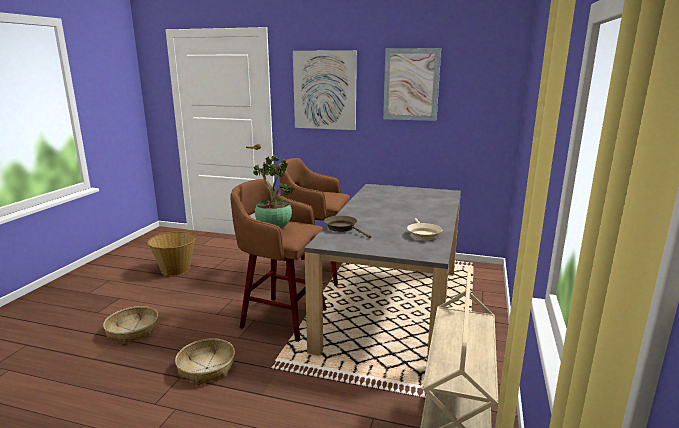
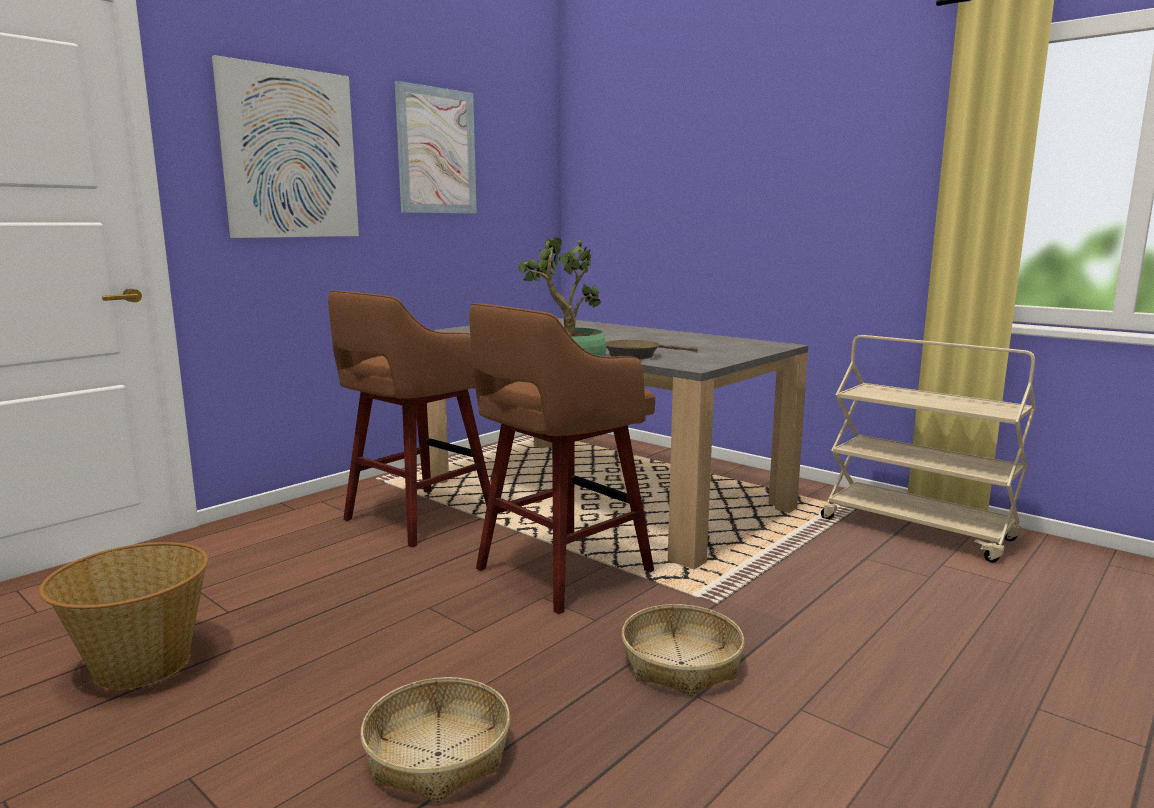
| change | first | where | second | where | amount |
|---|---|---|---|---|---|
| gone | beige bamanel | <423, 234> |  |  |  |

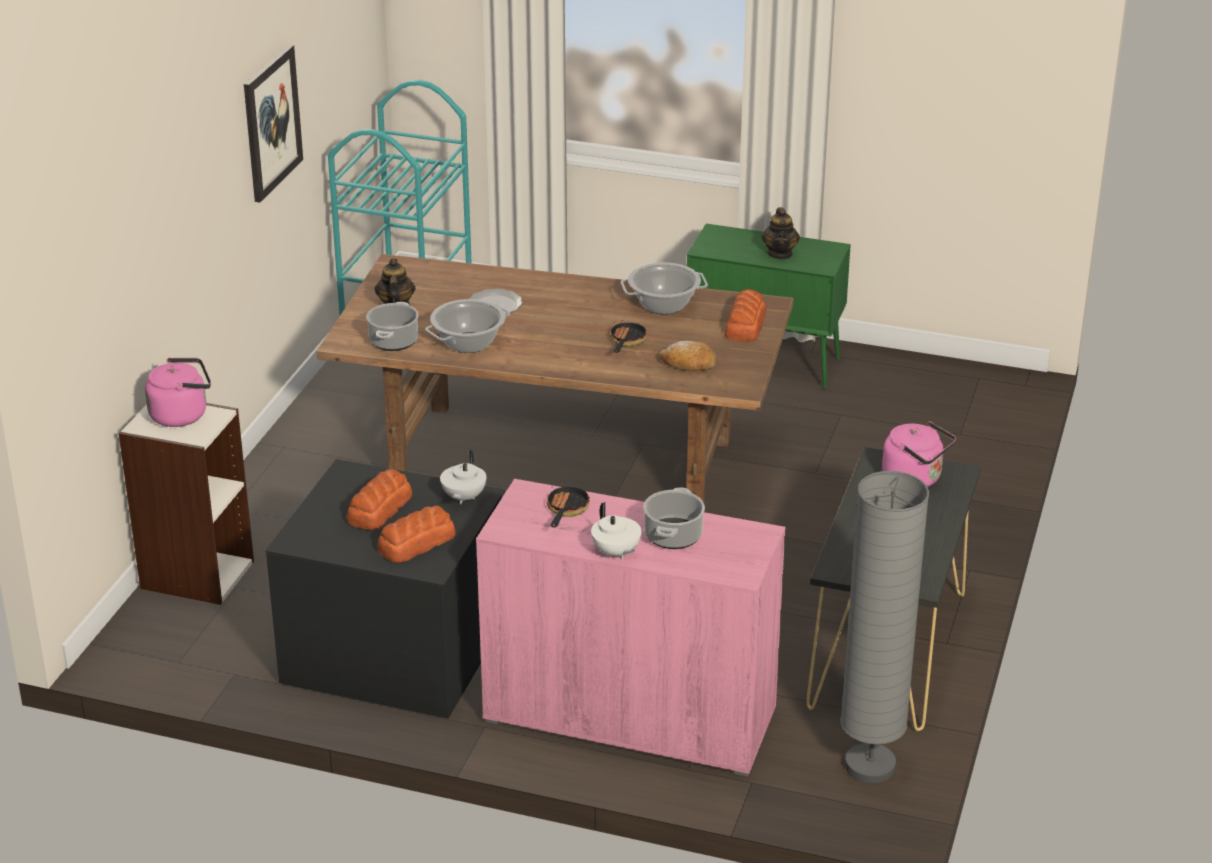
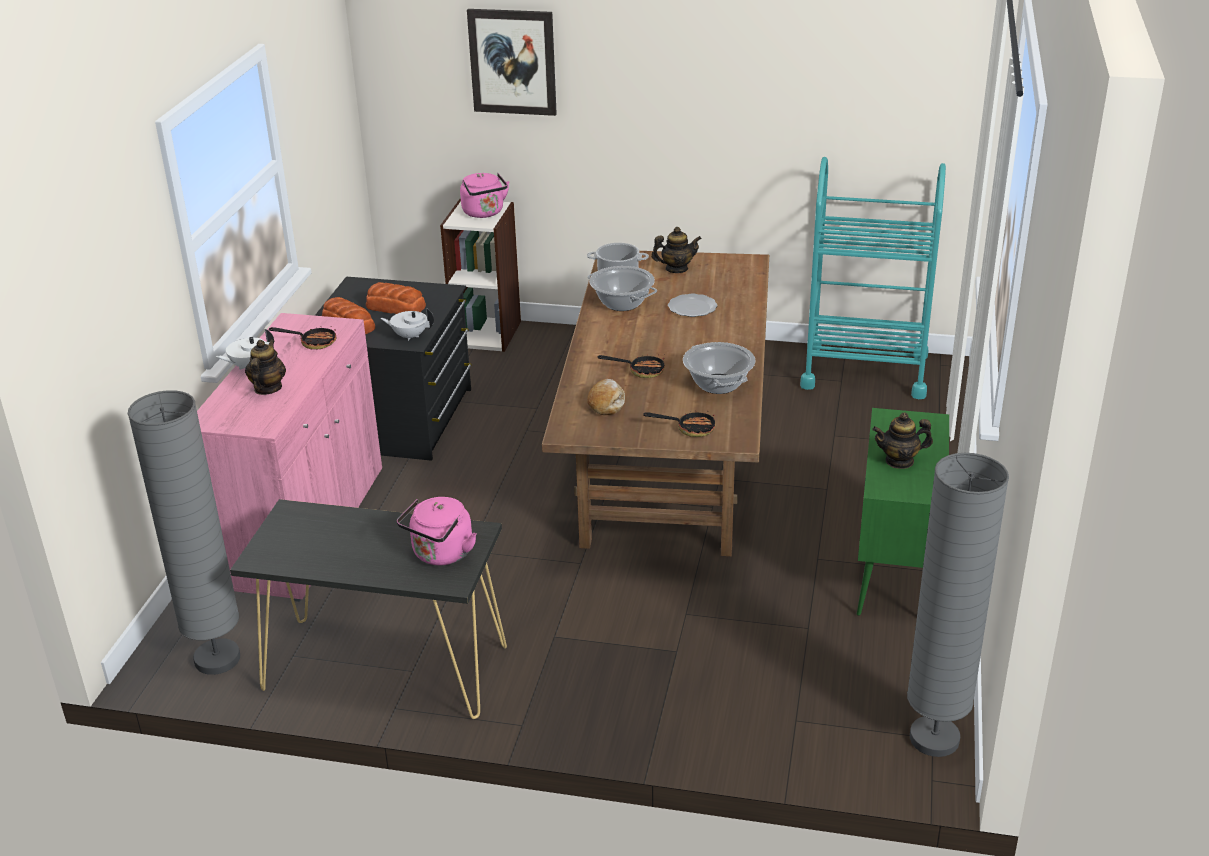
| change | first | where | second | where | amount |
|---|---|---|---|---|---|
| shifted | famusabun | <271, 122> |  | <512, 62> |  |
| swapped | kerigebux | <745, 325> | bamanel | <690, 428> |  |
| swapped | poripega | <673, 536> | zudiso | <267, 388> |  |
| new |  |  | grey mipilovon | <934, 739> |  |

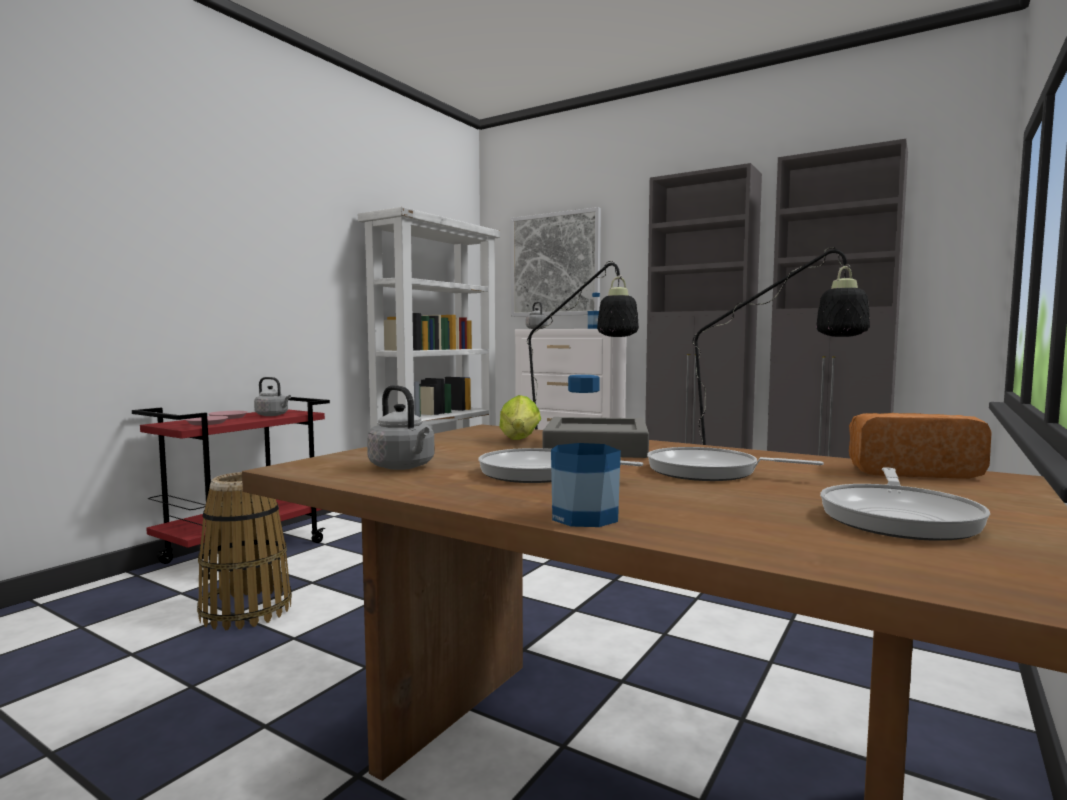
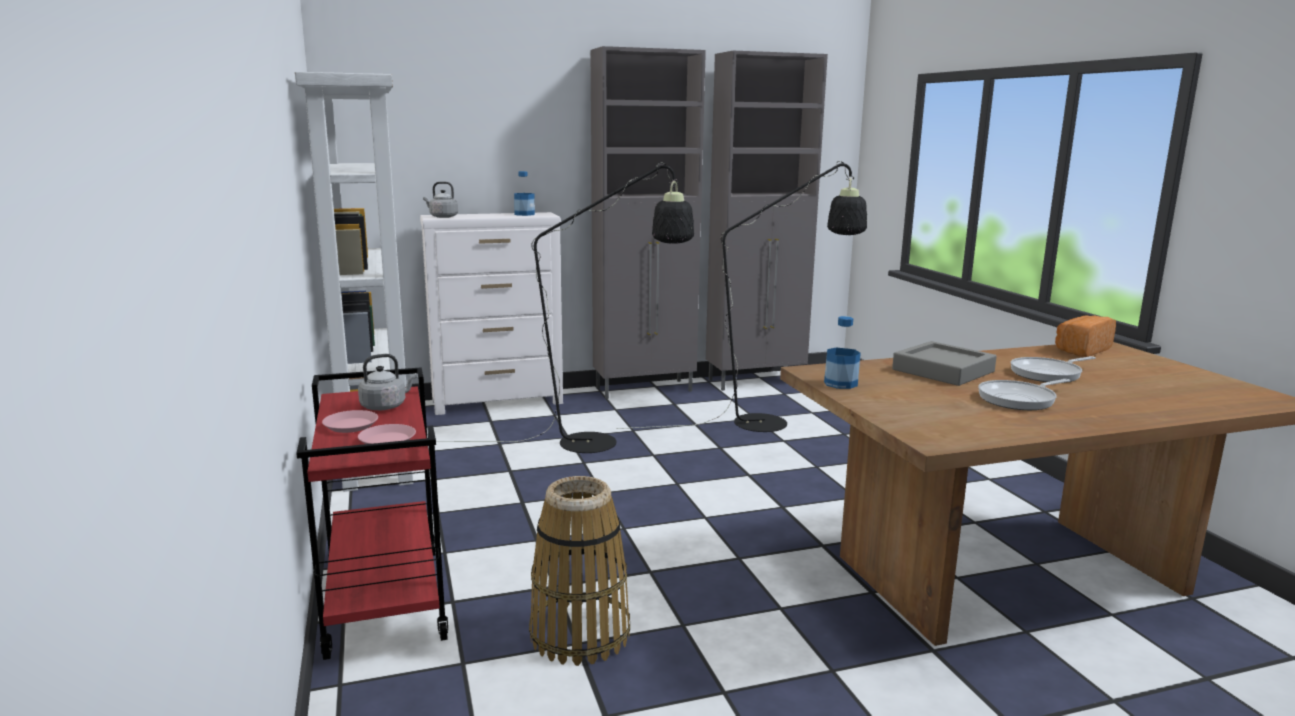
| change | first | where | second | where | amount |
|---|---|---|---|---|---|
| gone | famusabun | <555, 265> |  |  |  |
| shifted | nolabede | <585, 517> |  | <840, 383> |  |
| gone | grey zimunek | <403, 467> |  |  |  |
| gone | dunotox | <519, 441> |  |  |  |
| gone | bamanel | <899, 518> |  |  |  |

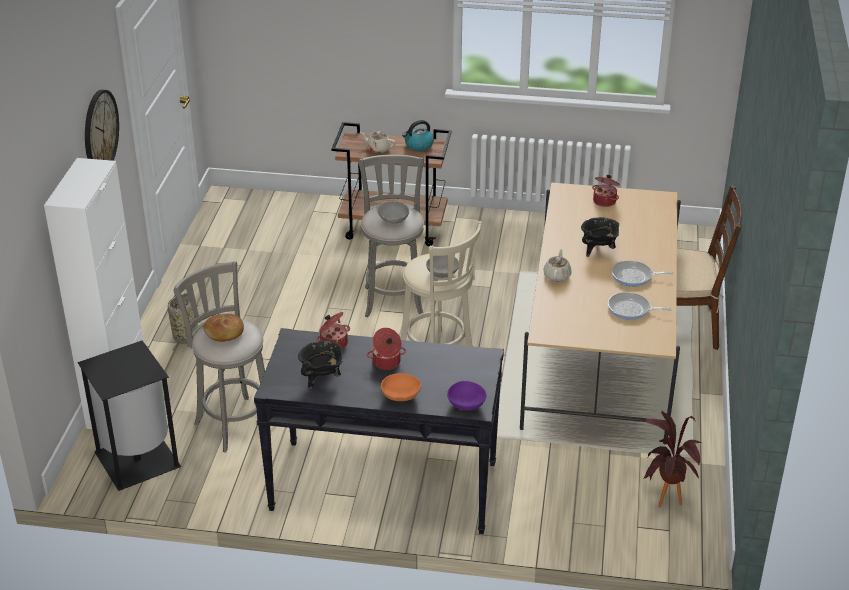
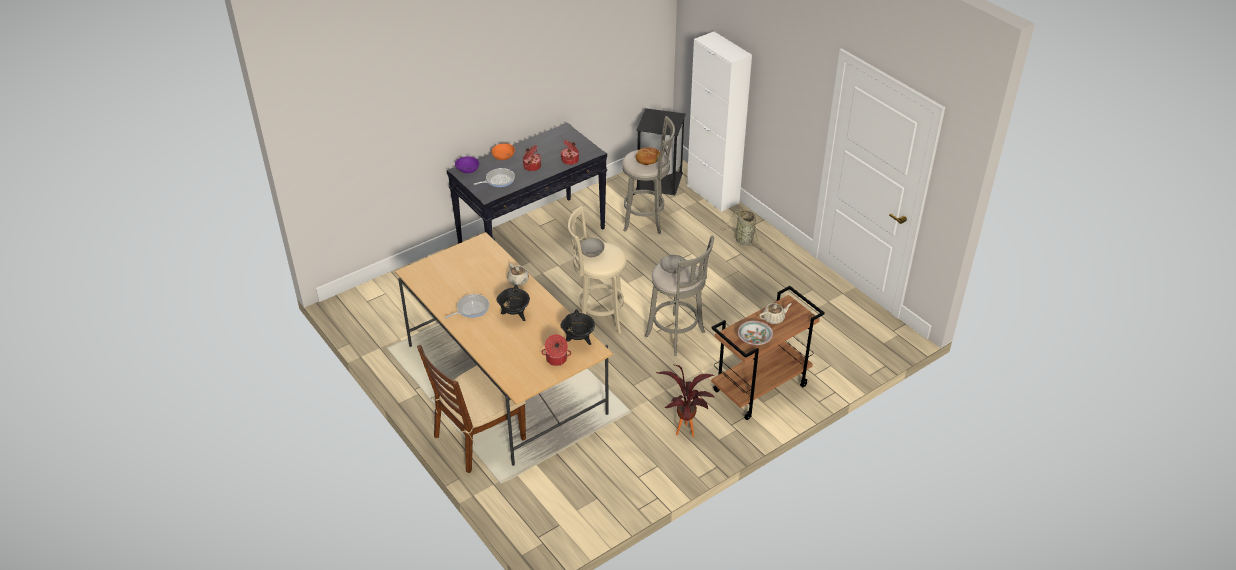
| change | first | where | second | where | amount |
|---|---|---|---|---|---|
| gone | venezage | <100, 131> |  |  |  |
| swapped | zimunek | <418, 145> | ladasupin | <754, 339> |  |
| shifted | bamanel | <631, 309> |  | <498, 180> |  |
| shifted | black poripega | <322, 379> |  | <578, 340> |  |
| shifted | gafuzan | <664, 505> |  | <684, 427> |  |

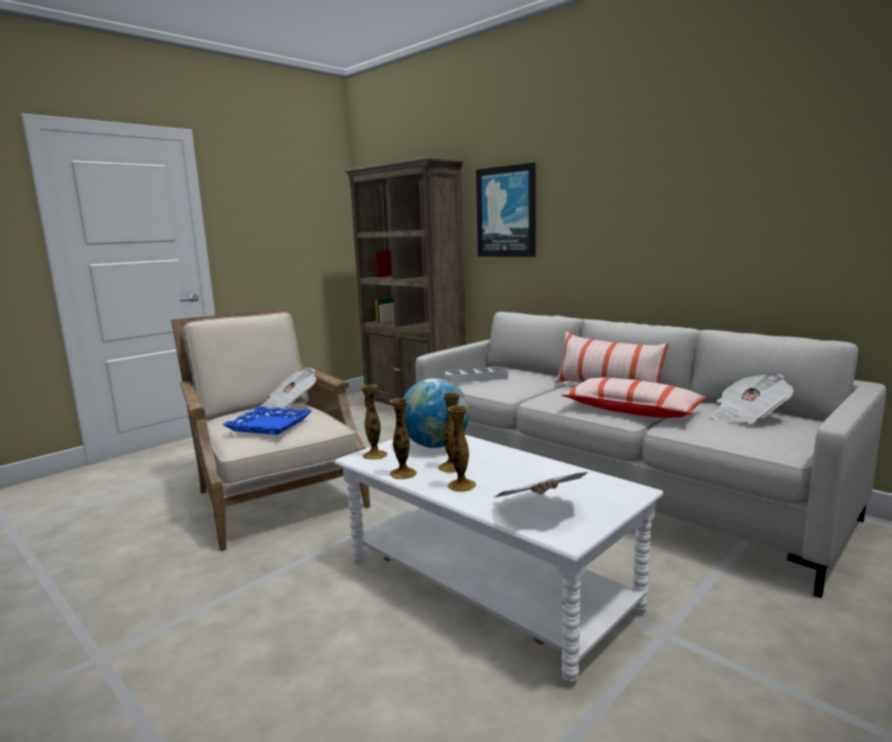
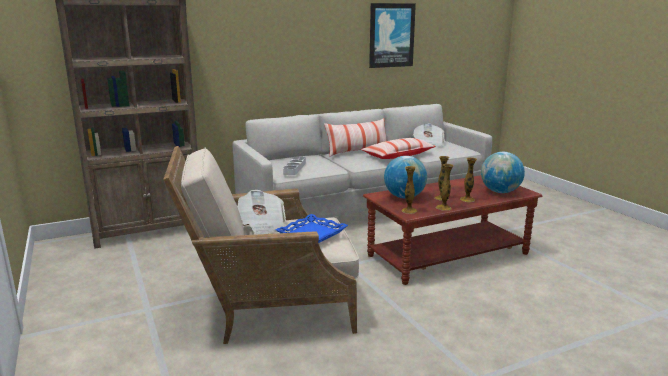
| change | first | where | second | where | amount |
|---|---|---|---|---|---|
| shifted | famusabun | <506, 212> |  | <391, 35> |  |
| repainted | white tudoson | <487, 585> | brown tudoson | <448, 255> |  |
| swapped | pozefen | <539, 509> | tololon | <500, 192> |  |

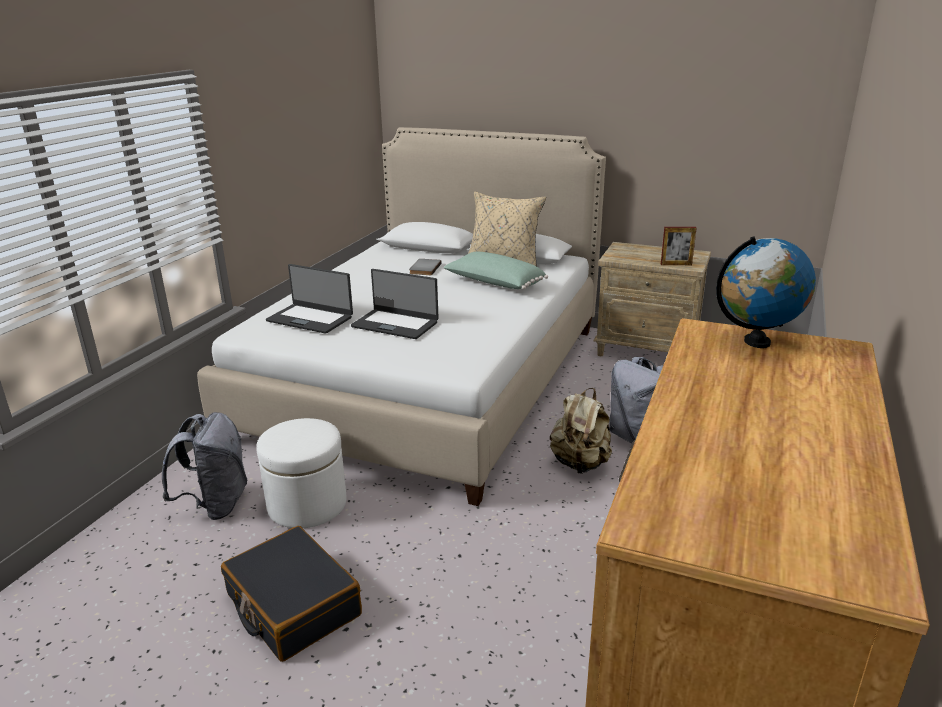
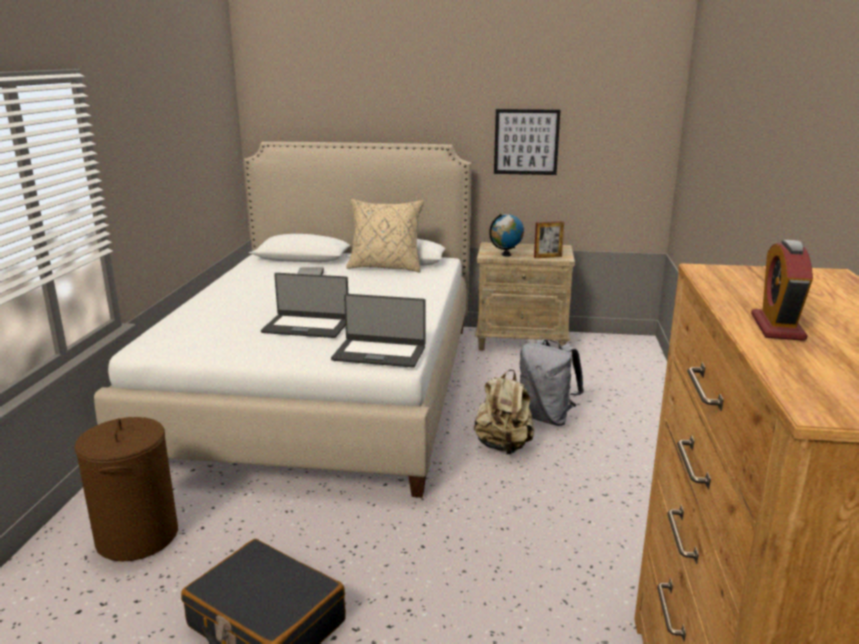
| change | first | where | second | where | amount |
|---|---|---|---|---|---|
| shifted | tololon | <757, 342> |  | <506, 255> |  |
| gone | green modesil | <494, 284> |  |  |  |
| shifted | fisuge | <310, 318> |  | <379, 353> |  |
| swapped | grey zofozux | <216, 504> | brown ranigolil | <137, 536> |  |
| gone | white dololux | <307, 504> |  |  |  |
| new |  |  | famusabun | <526, 142> |  |
| new |  |  | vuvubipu | <777, 327> |  |

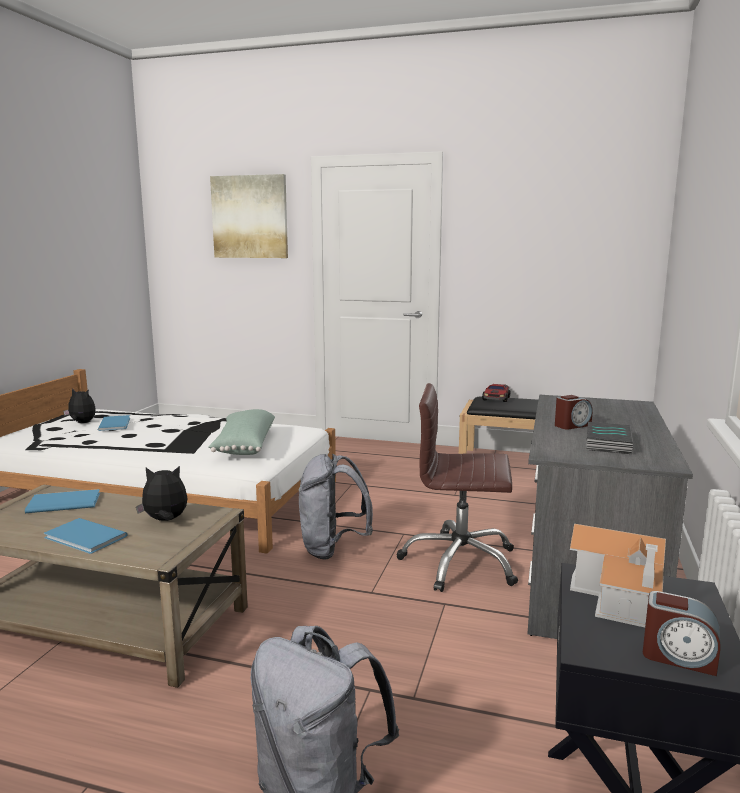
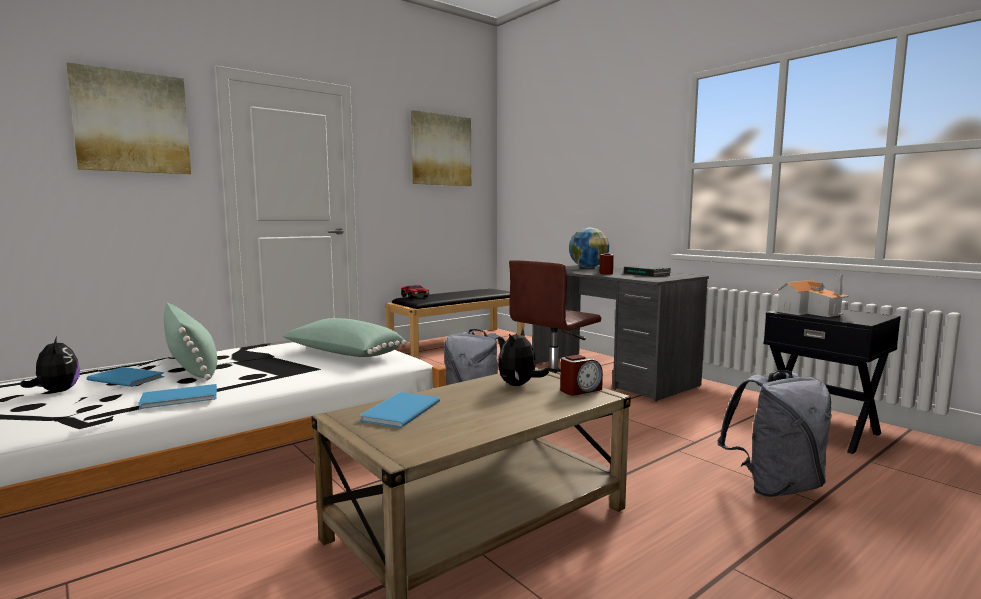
| change | first | where | second | where | amount |
|---|---|---|---|---|---|
| rotated | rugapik | <81, 423> |  | <57, 391> | 90 degrees clockwise |
| shifted | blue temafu | <85, 538> |  | <181, 398> |  |
| shifted | vuvubipu | <678, 657> |  | <580, 390> |  |
| new |  |  | famusabun | <441, 150> |  |
| new |  |  | tololon | <588, 267> |  |
| new |  |  | green modesil | <192, 366> |  |

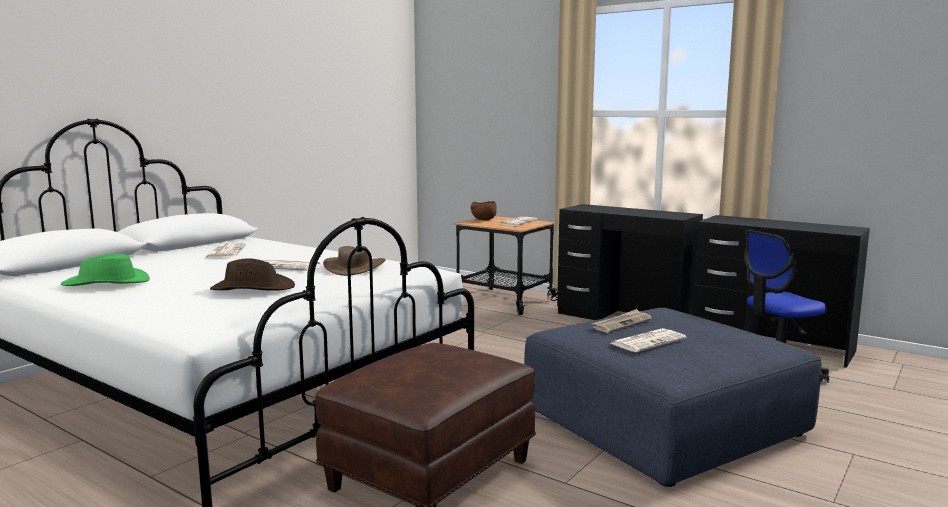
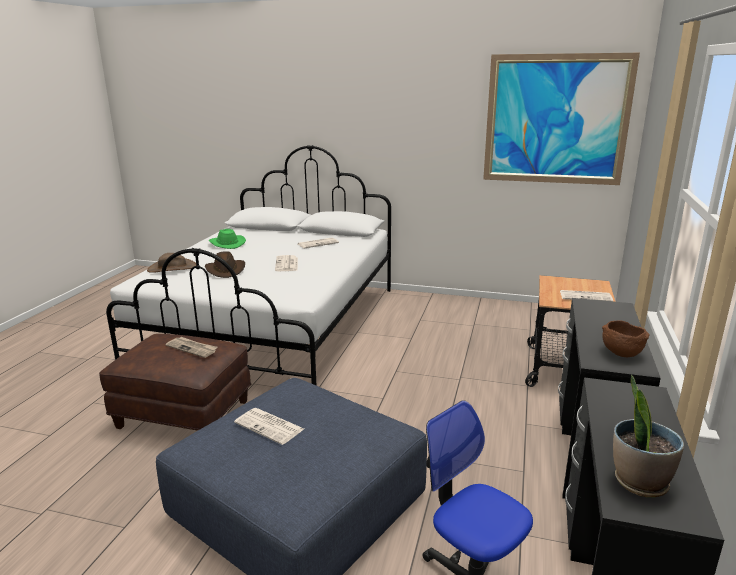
| change | first | where | second | where | amount |
|---|---|---|---|---|---|
| shifted | brown ladasupin | <483, 220> |  | <620, 353> |  |
| shifted | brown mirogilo | <355, 267> |  | <172, 268> |  |
| shifted | pozefen | <621, 323> |  | <192, 348> |  |
| new |  |  | famusabun | <556, 120> |  |
| new |  |  | gafuzan | <639, 482> |  |

